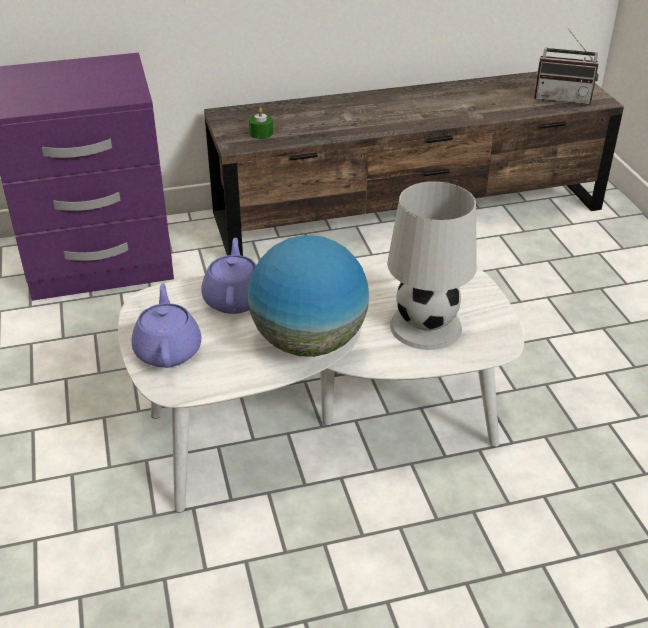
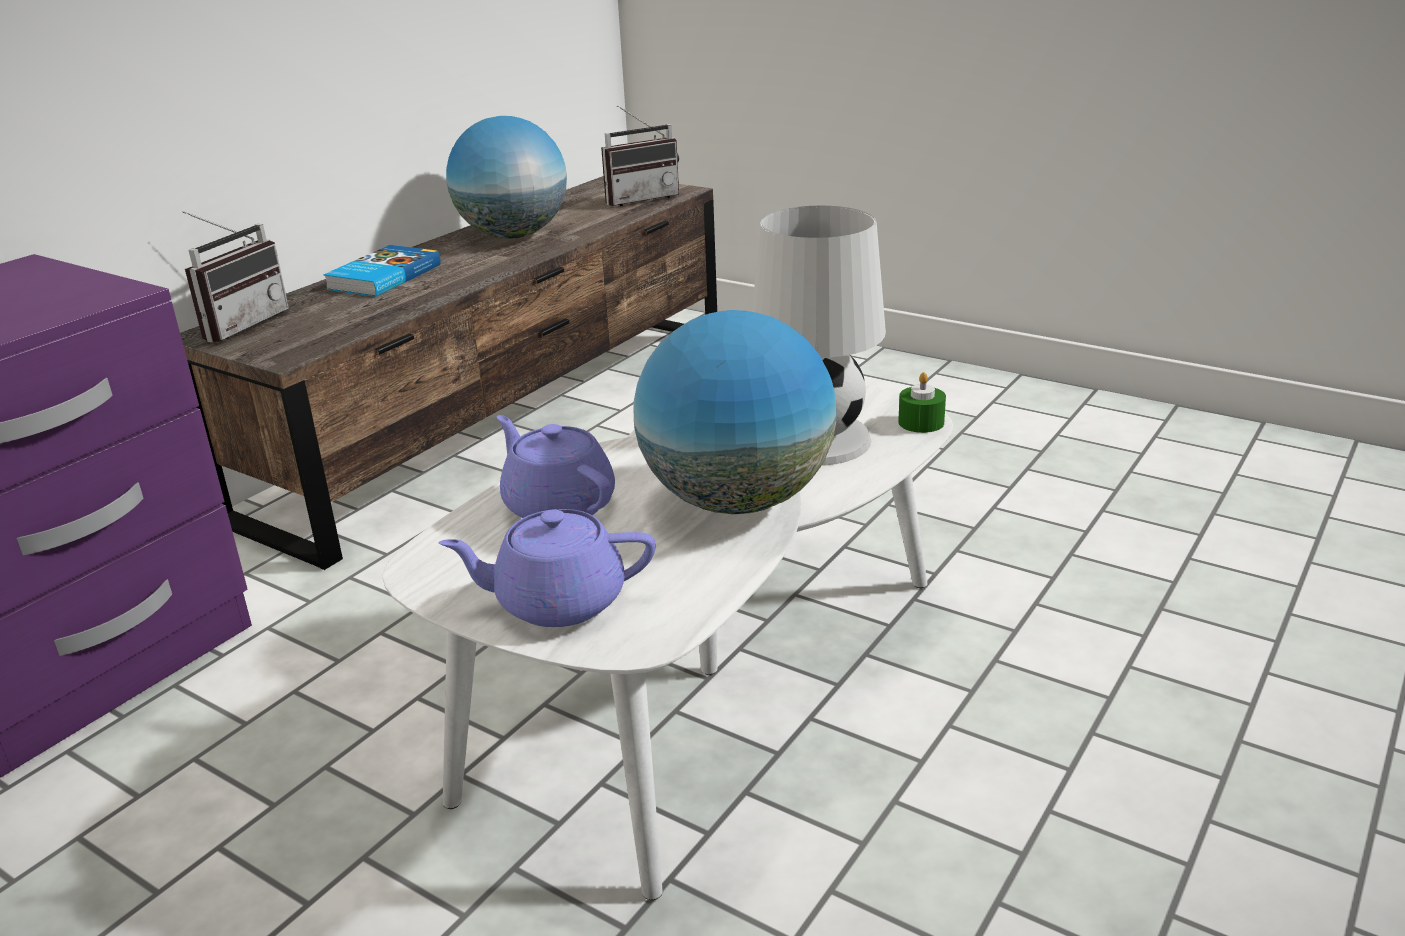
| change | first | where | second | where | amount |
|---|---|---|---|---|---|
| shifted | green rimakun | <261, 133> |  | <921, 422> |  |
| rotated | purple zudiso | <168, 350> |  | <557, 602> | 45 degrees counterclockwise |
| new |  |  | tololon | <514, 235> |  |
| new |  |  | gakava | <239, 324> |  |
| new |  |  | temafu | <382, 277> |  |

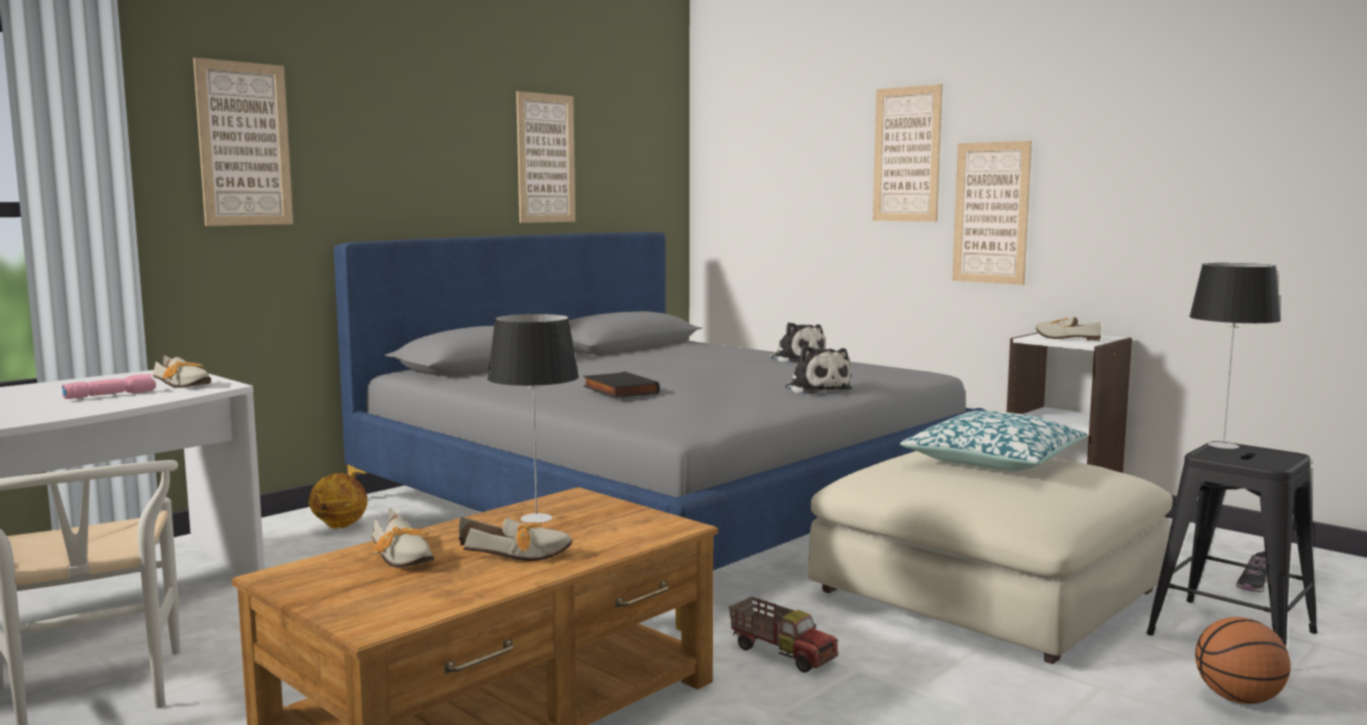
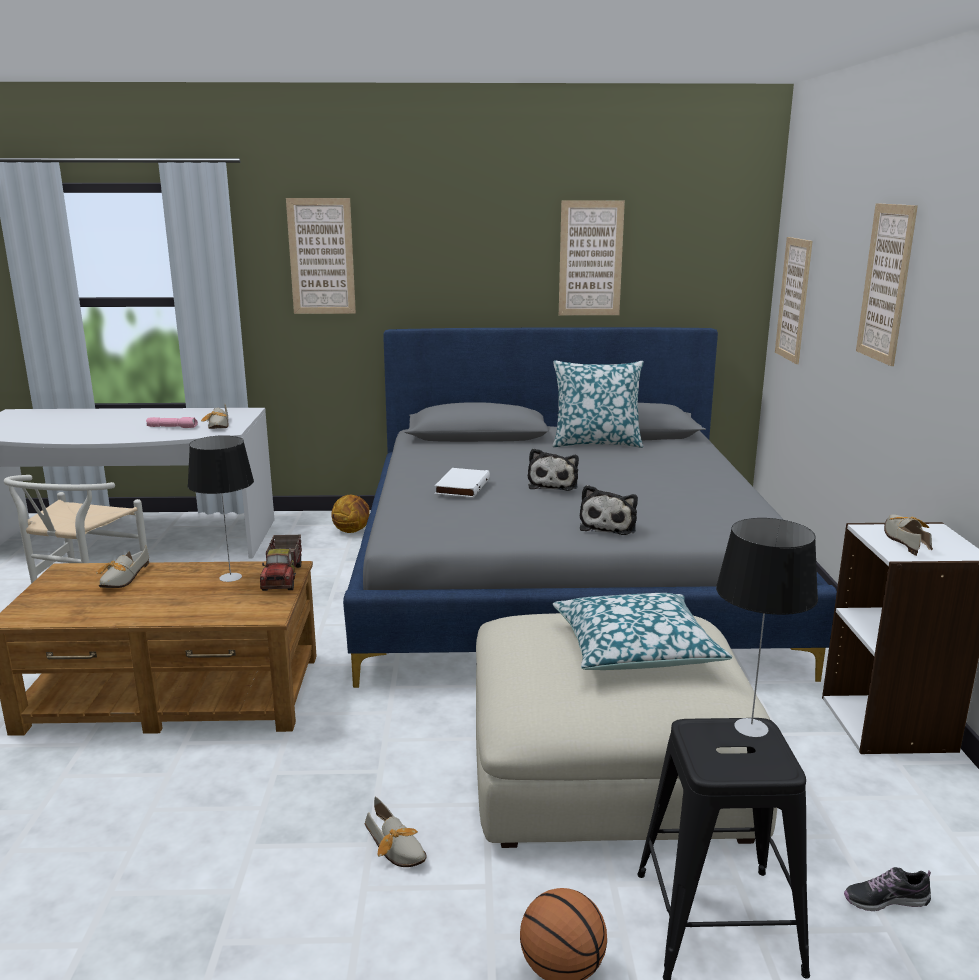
| change | first | where | second | where | amount |
|---|---|---|---|---|---|
| shifted | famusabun | <991, 213> |  | <793, 299> |  |
| shifted | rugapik | <796, 359> |  | <553, 484> |  |
| repainted | black temafu | <618, 390> | white temafu | <461, 486> |  |
| shifted | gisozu | <520, 554> |  | <397, 848> |  |
| shifted | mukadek | <782, 653> |  | <284, 577> |  |
| new |  |  | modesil | <596, 443> |  |

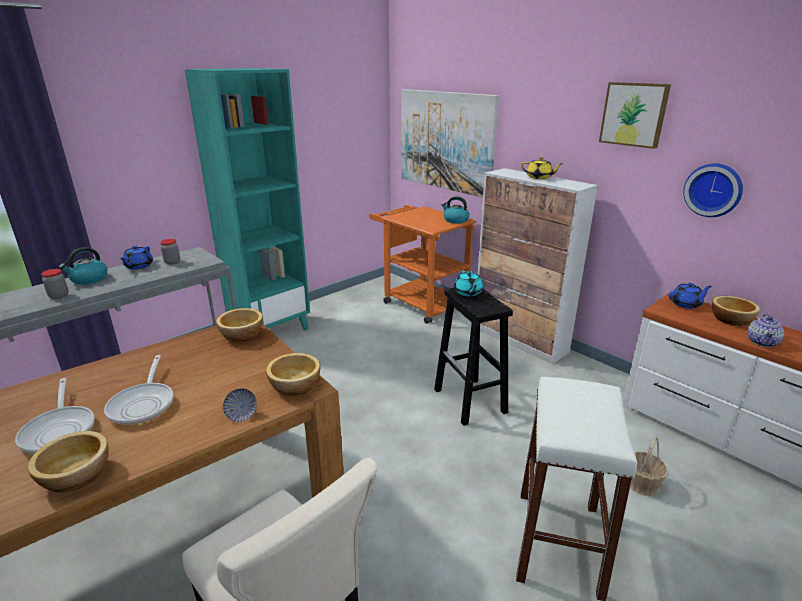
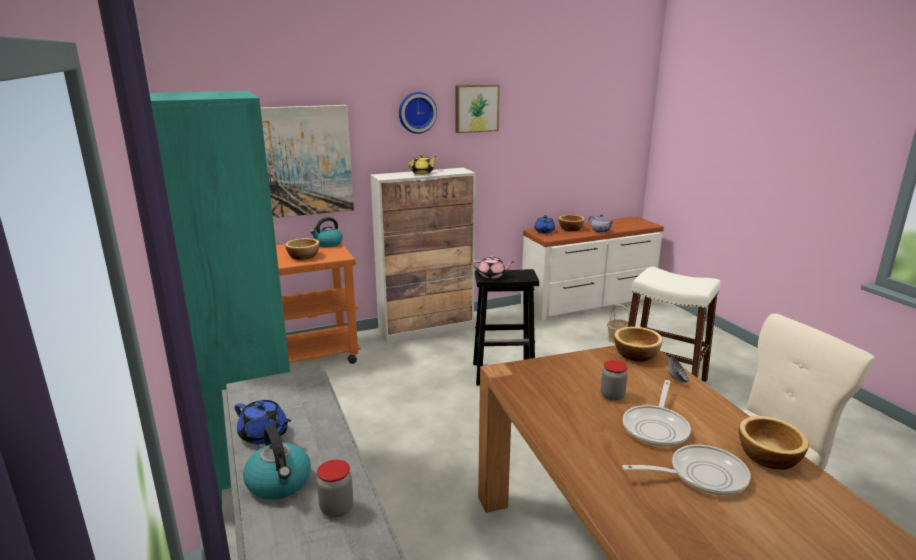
| change | first | where | second | where | amount |
|---|---|---|---|---|---|
| shifted | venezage | <713, 189> |  | <416, 112> |  |
| shifted | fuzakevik | <172, 262> |  | <612, 396> |  |
| repainted | turquoise zudiso | <468, 292> | pink zudiso | <492, 275> |  |
| shifted | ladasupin | <243, 335> |  | <304, 256> |  |
| rotated | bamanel | <144, 404> |  | <656, 427> | 105 degrees clockwise |

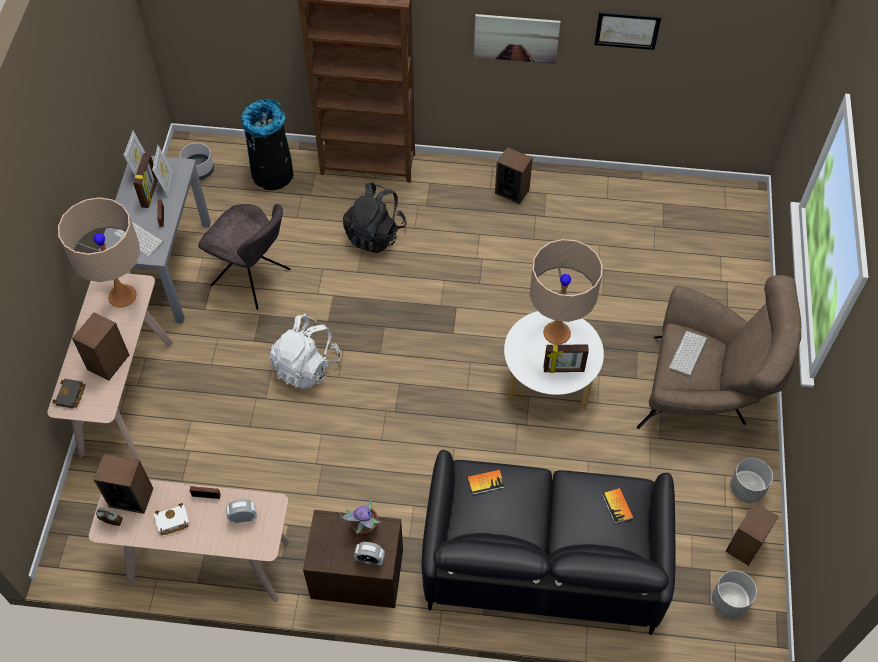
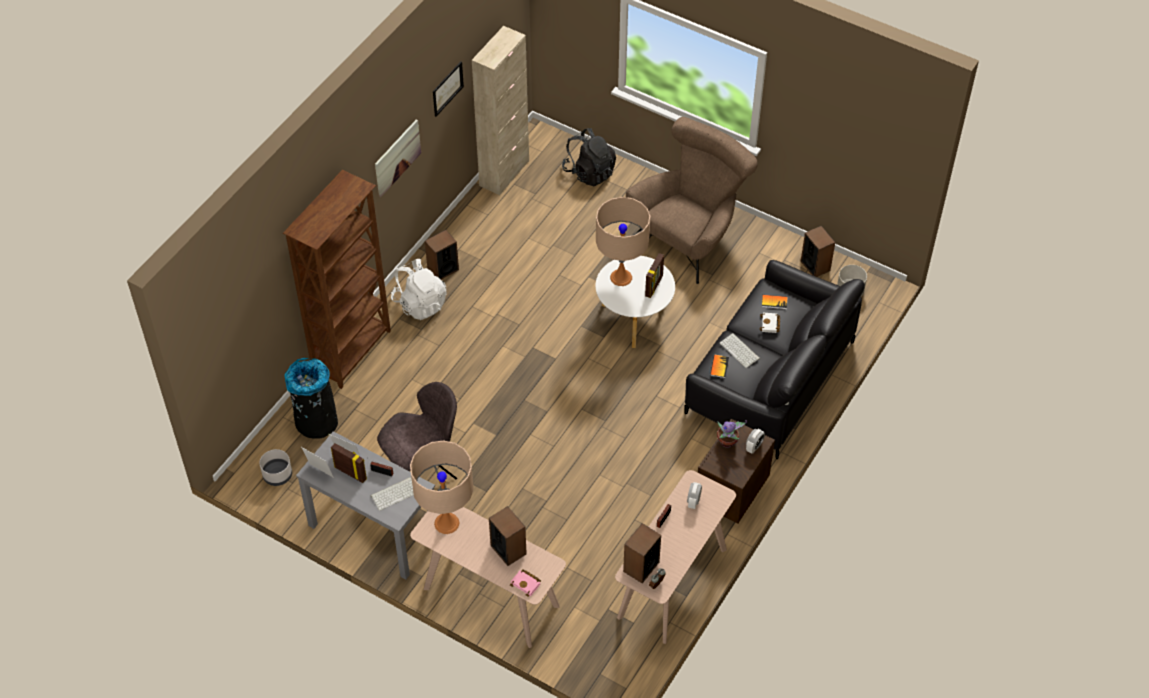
| change | first | where | second | where | amount |
|---|---|---|---|---|---|
| shifted | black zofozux | <375, 233> |  | <589, 172> |  |
| shifted | white zofozux | <306, 366> |  | <420, 303> |  |
| shifted | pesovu | <688, 354> |  | <740, 351> |  |
| repainted | black temafu | <70, 396> | pink temafu | <526, 583> |  |
| gone | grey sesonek | <747, 489> |  |  |  |
| shifted | white temafu | <171, 522> |  | <770, 324> |  |
| new |  |  | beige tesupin | <504, 173> |  |

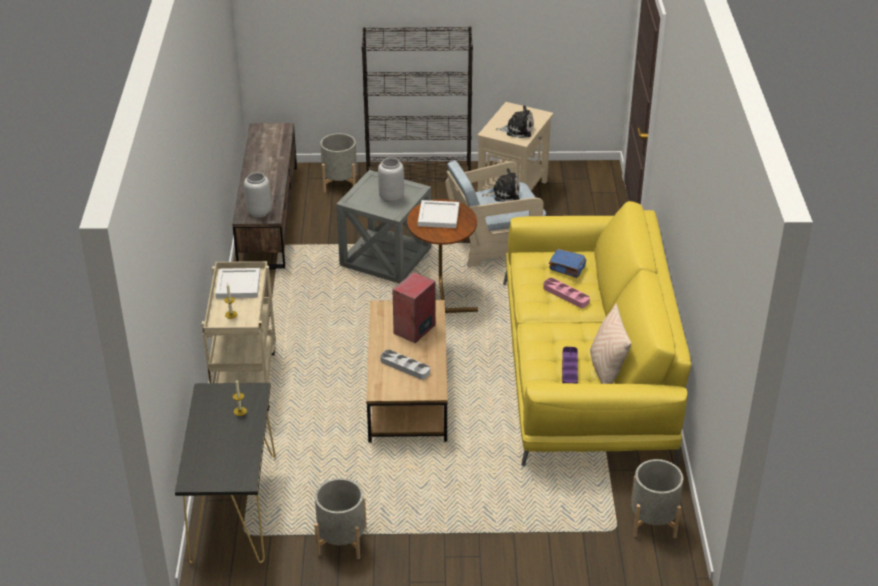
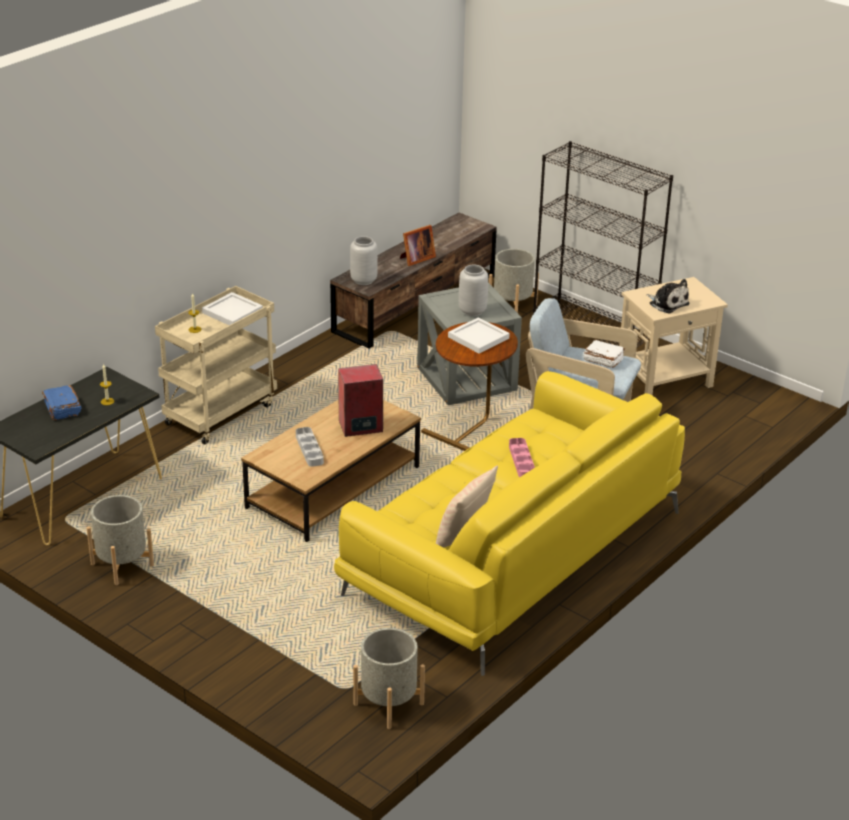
| change | first | where | second | where | amount |
|---|---|---|---|---|---|
| swapped | rugapik | <504, 193> | white temafu | <603, 360> |  |
| shifted | blue temafu | <567, 268> |  | <62, 409> |  |
| gone | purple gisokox | <569, 369> |  |  |  |
| new |  |  | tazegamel | <416, 259> |  |

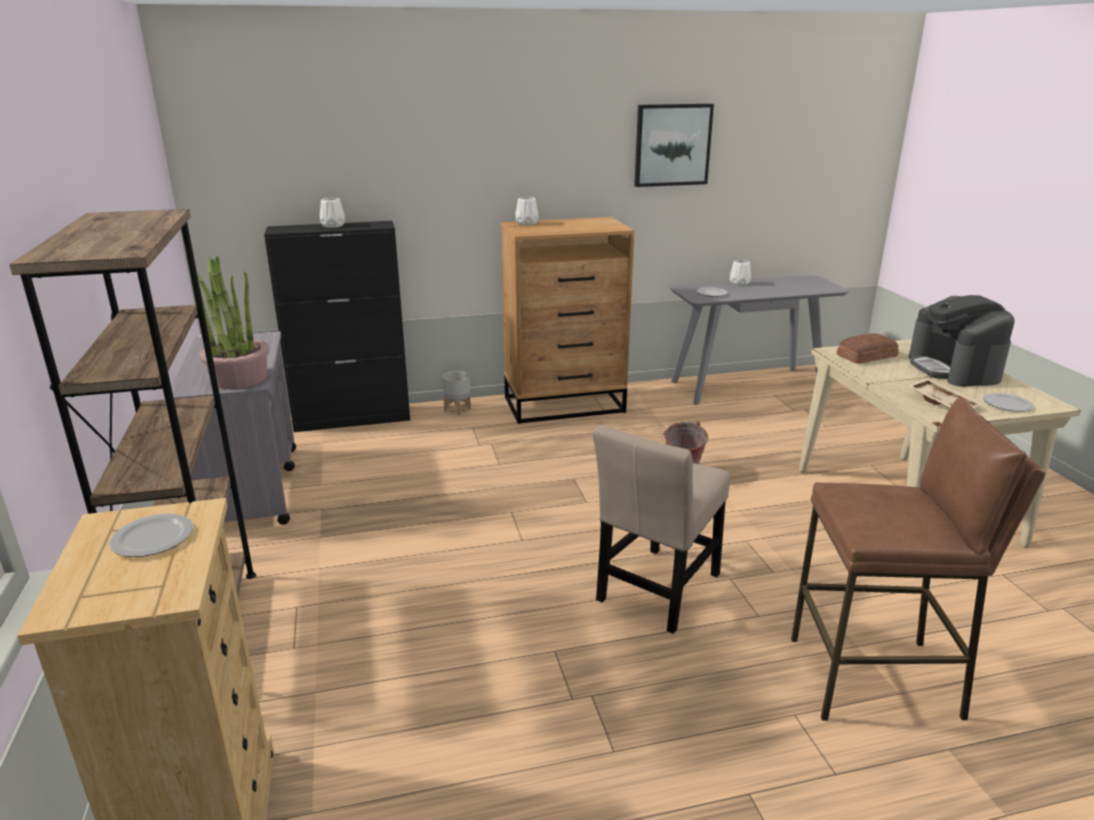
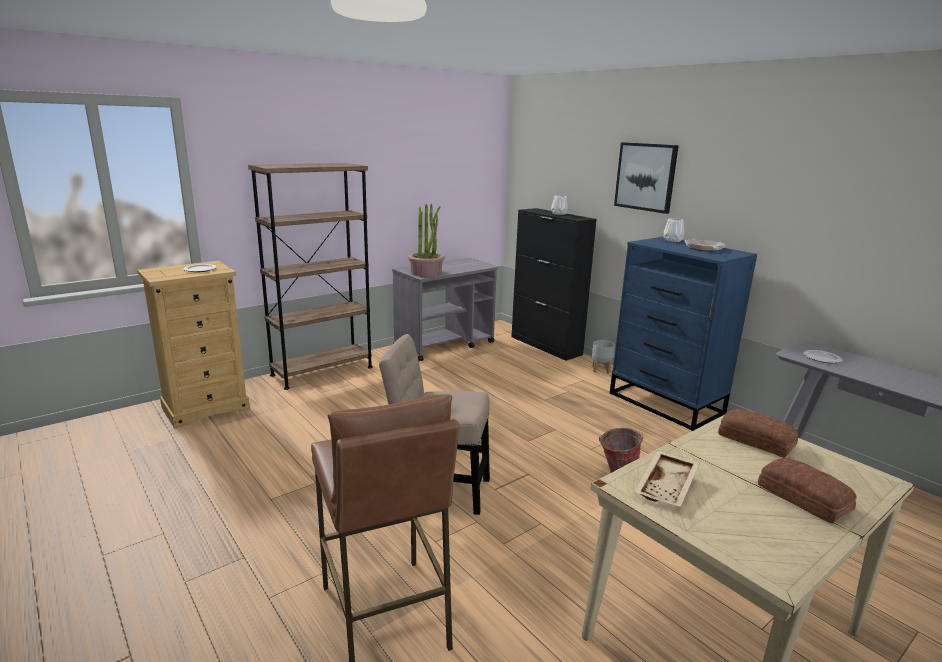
| change | first | where | second | where | amount |
|---|---|---|---|---|---|
| shifted | famusabun | <672, 145> |  | <646, 177> |  |
| repainted | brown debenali | <565, 404> | blue debenali | <666, 404> |  |
| gone | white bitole | <739, 283> |  |  |  |
| swapped | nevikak | <953, 369> | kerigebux | <803, 498> |  |
| gone | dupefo | <1007, 404> |  |  |  |
| new |  |  | bamanel | <704, 249> |  |

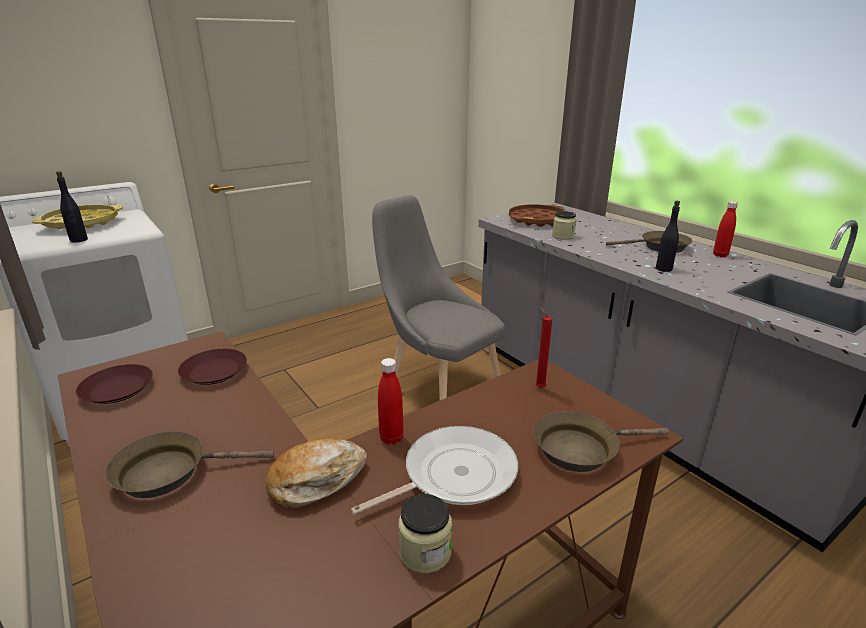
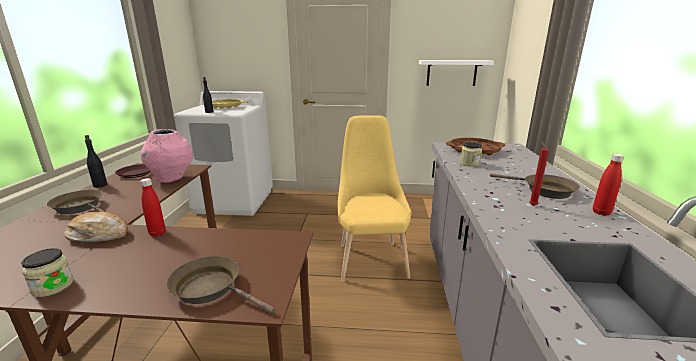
| change | first | where | second | where | amount |
|---|---|---|---|---|---|
| repainted | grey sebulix | <438, 389> | yellow sebulix | <370, 258> |  |
| shifted | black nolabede | <664, 269> |  | <100, 185> |  |
| shifted | red rimakun | <538, 387> |  | <532, 205> |  |
| swapped | brown dupefo | <213, 372> | pink bitole | <171, 179> |  |
| gone | bamanel | <453, 475> |  |  |  |
| new |  |  | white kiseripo | <451, 73> |  |

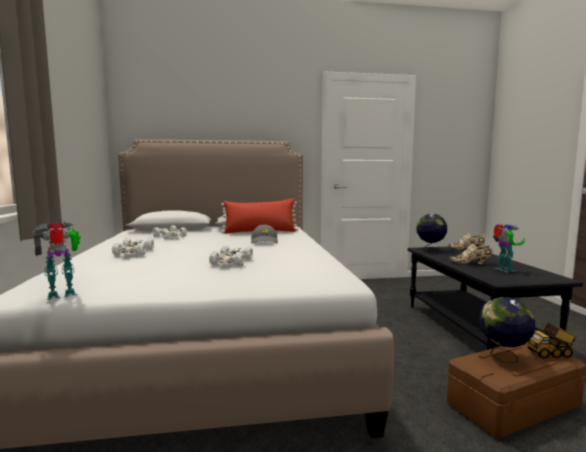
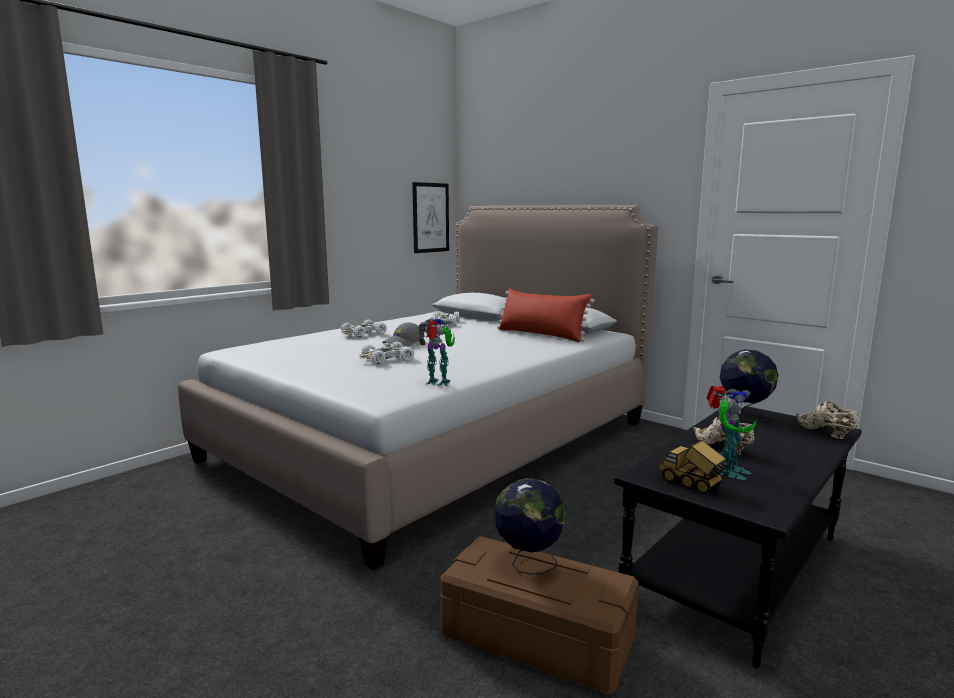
| change | first | where | second | where | amount |
|---|---|---|---|---|---|
| shifted | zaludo | <63, 295> |  | <439, 383> |  |
| shifted | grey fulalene | <265, 241> |  | <403, 344> |  |
| shifted | mukadek | <550, 354> |  | <692, 484> |  |
| new |  |  | famusabun | <430, 217> |  |

